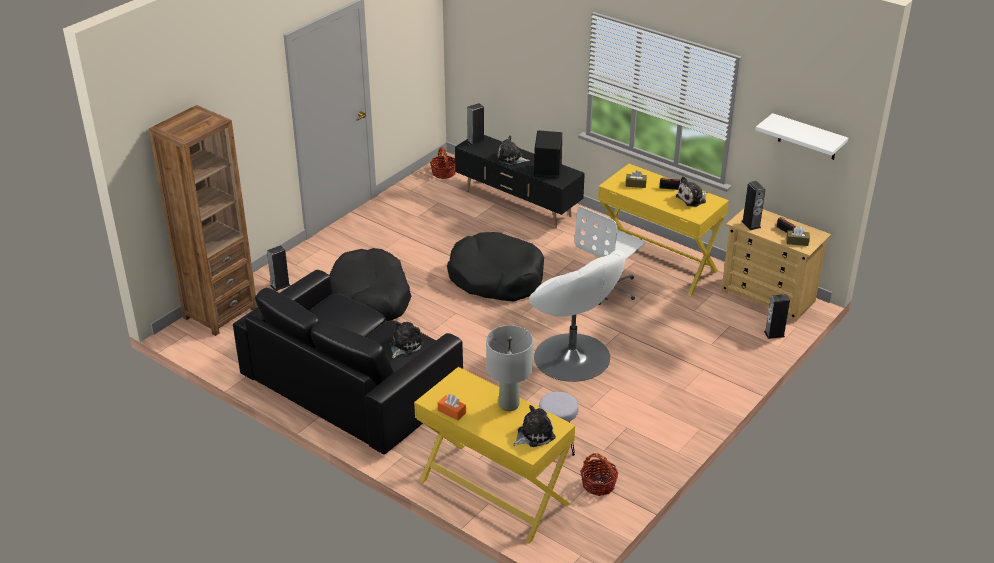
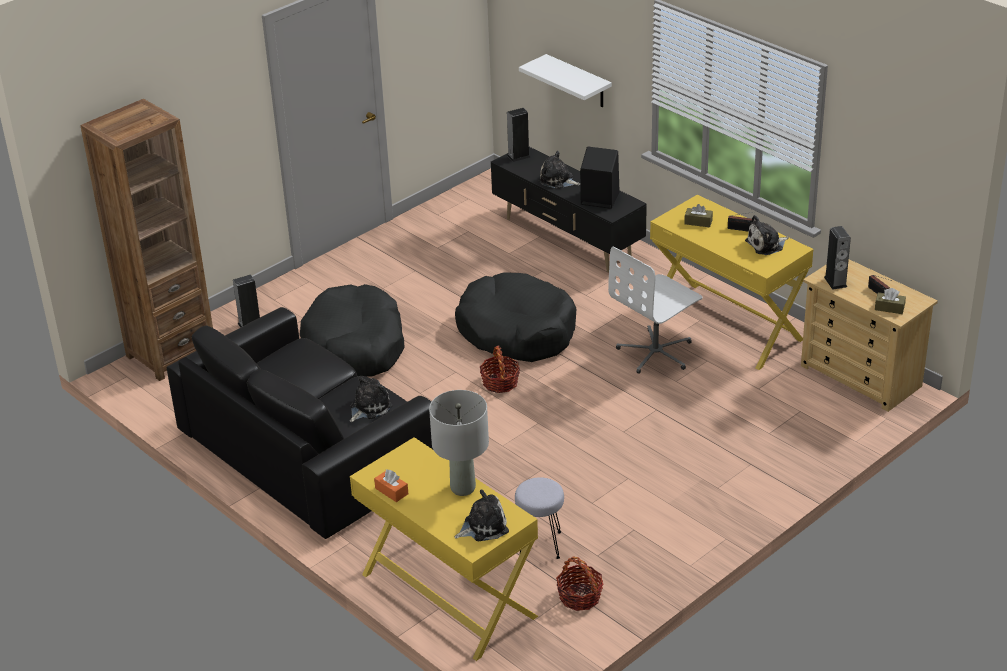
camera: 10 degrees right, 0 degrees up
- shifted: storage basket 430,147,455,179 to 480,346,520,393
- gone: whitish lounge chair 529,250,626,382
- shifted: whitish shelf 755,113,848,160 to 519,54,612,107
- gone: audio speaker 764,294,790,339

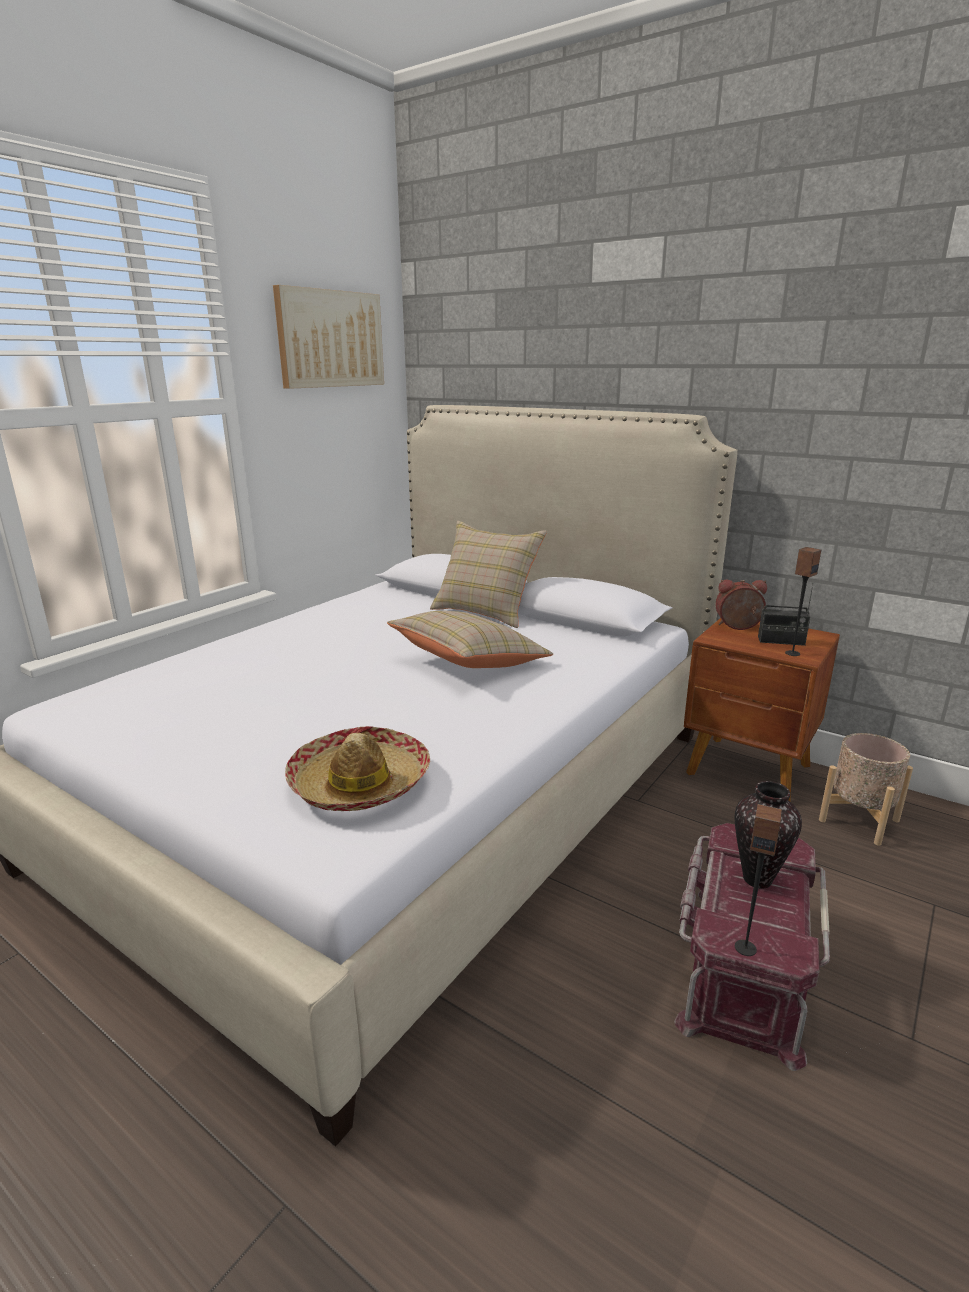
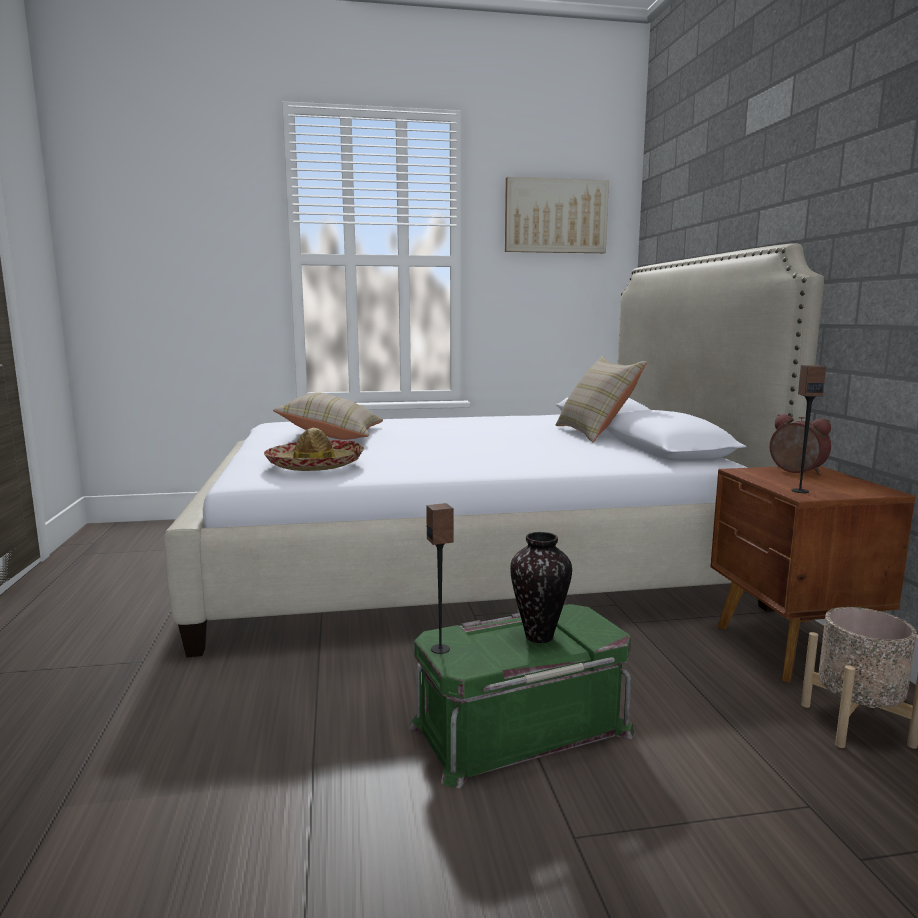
camera: 45 degrees right, 10 degrees down
- shifted: sand-coloured pillow 387,611,553,668 to 273,392,383,440
- repainted: red storage bin 674,823,830,1071 to green storage bin 409,604,635,788
- gone: radio 758,583,813,646

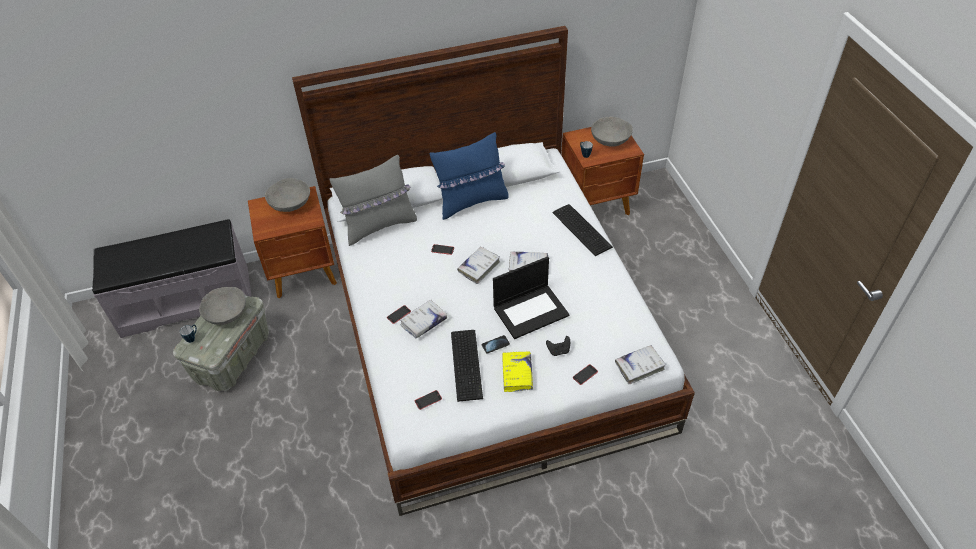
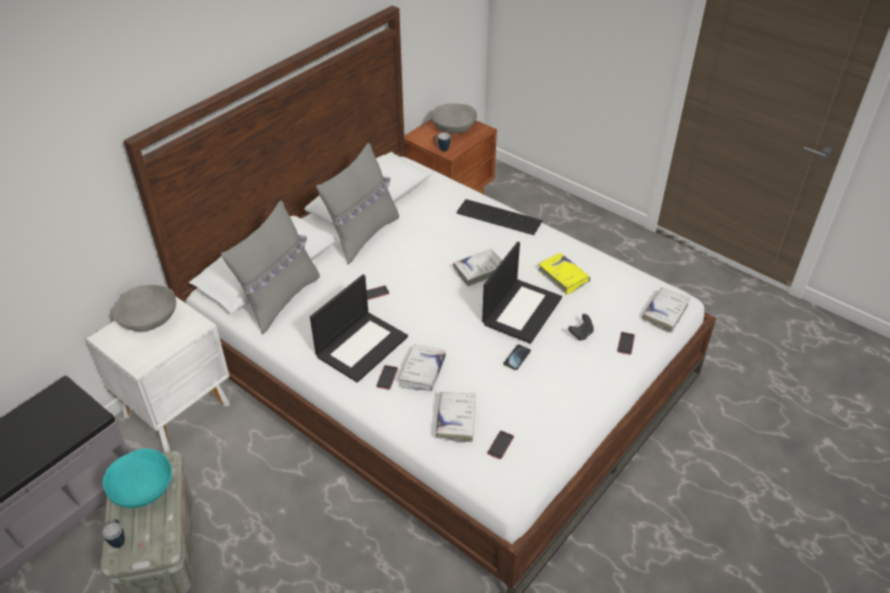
camera: 35 degrees left, 5 degrees down
- repainted: grey deep dish 199,287,246,325 to turquoise-coloured deep dish 103,449,172,508
- repainted: brownish night table 248,186,337,298 to whitish night table 86,297,230,453
- repainted: bluish pillow 430,132,508,220 to grey pillow 316,143,399,265
- gone: PC keyboard 451,330,483,402
- shifted: whitish volume 457,247,500,284 to 436,392,476,442
- shifted: yellowish volume 502,351,533,392 to 538,253,590,294
- new: laptop 310,274,408,383

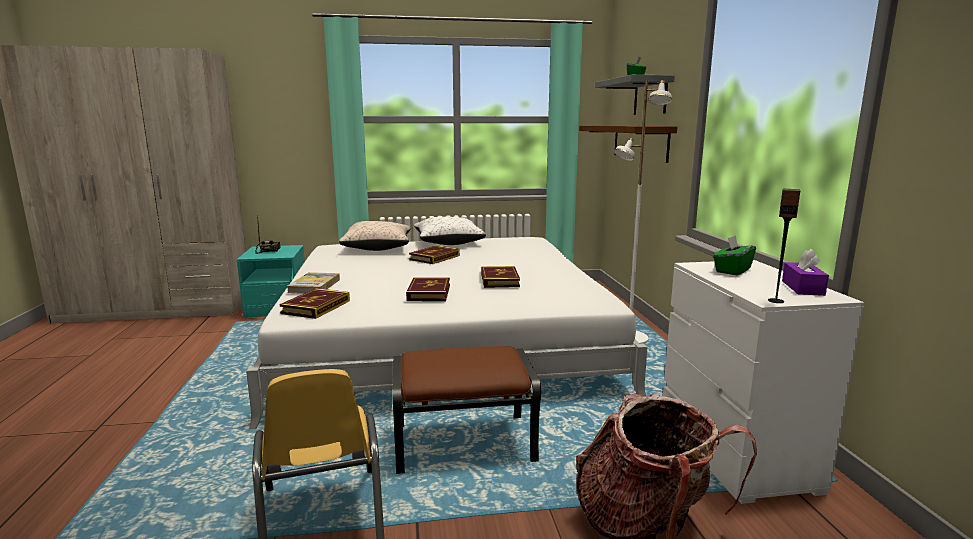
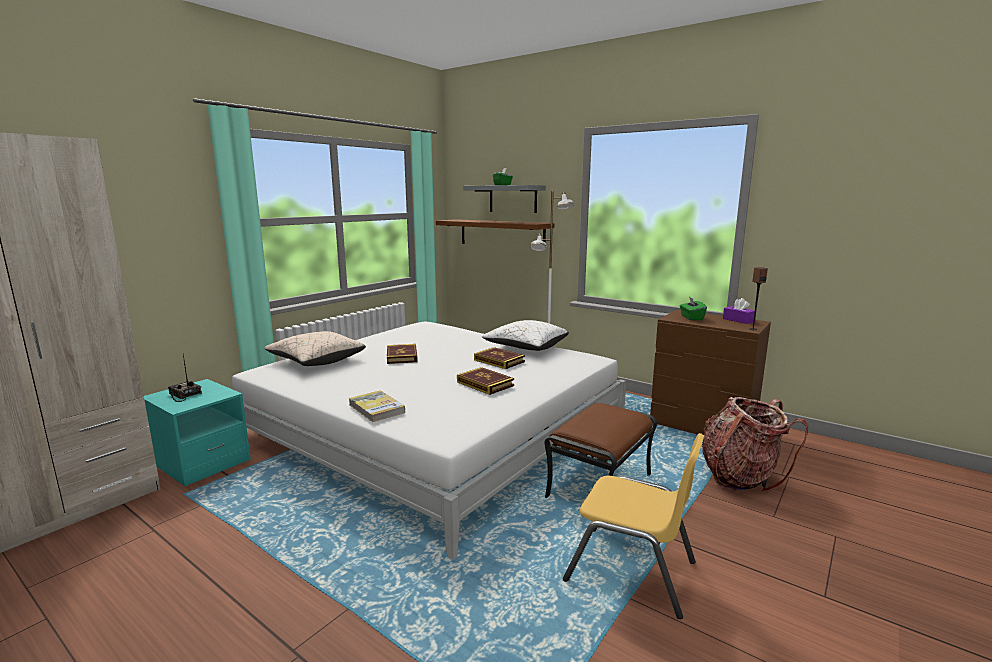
camera: 45 degrees left, 0 degrees up
- gone: volume 280,288,350,319
- shifted: whitish pillow 414,217,486,245 to 482,320,569,351
- repainted: whitish chest of drawers 663,260,864,504 to brownish chest of drawers 650,310,771,435

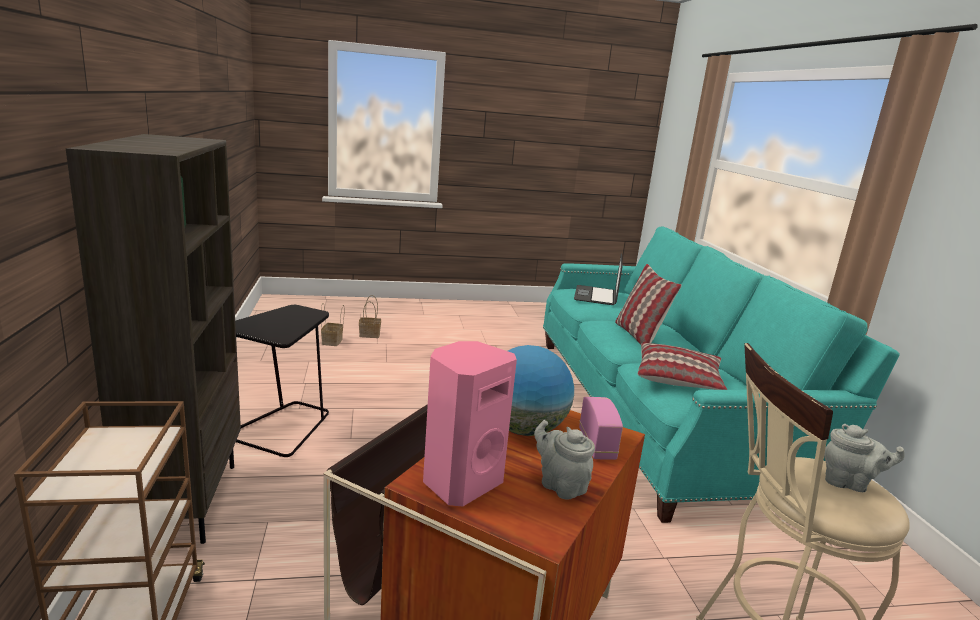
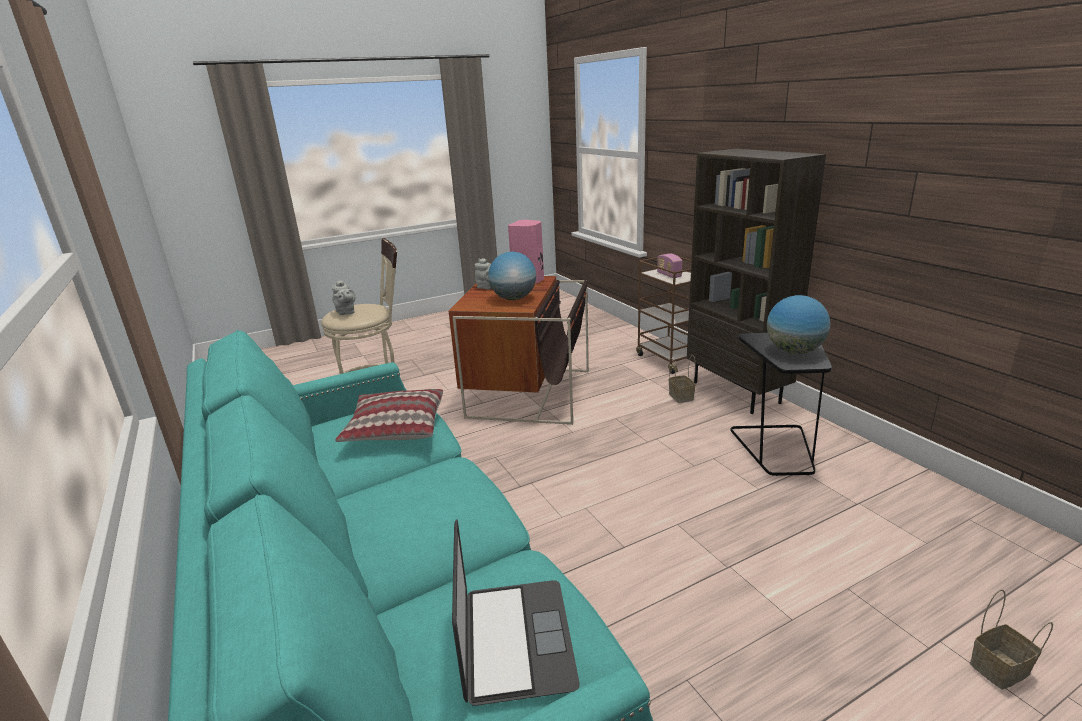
camera: 165 degrees right, 5 degrees up
- shifted: storage basket 321,303,344,346 to 669,355,696,403
- shifted: radio 579,397,623,460 to 657,254,682,278
- gone: pillow 615,264,682,345
- rotated: grey teapot 824,424,905,492 = 332,280,356,315 120 degrees counterclockwise
- new: desk globe 767,295,830,354

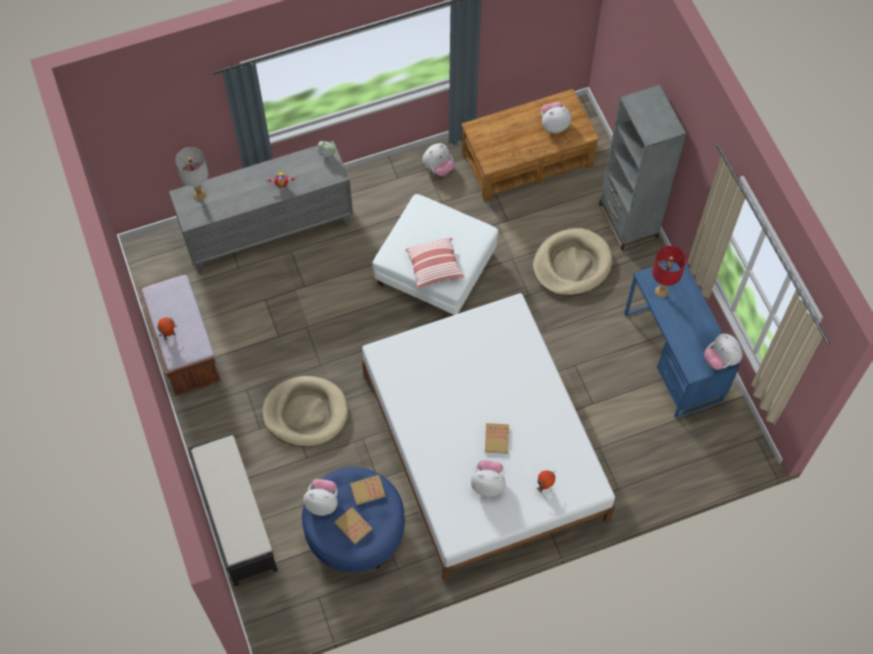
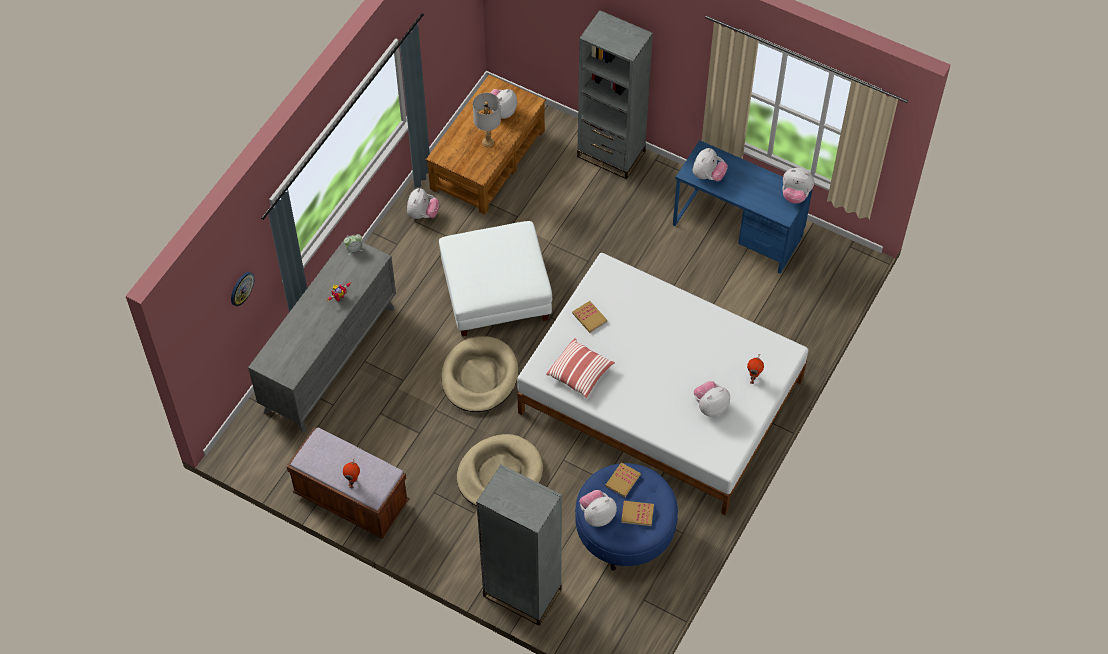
camera: 40 degrees left, 5 degrees down
- shifted: grey table lamp 175,147,208,201 to 473,93,501,147
- swapped: black indoor bench 188,434,278,586 to grey bookshelf 476,464,562,626
- shifted: pillow 405,238,464,288 to 546,338,615,398
- shifted: volume 485,423,509,454 to 572,301,607,333
- shifted: sand-coloured pet bed 533,228,613,296 to 441,336,518,412
- swapped: red table lamp 652,246,686,297 to cuddly toy 693,148,728,181
- new: clock on the wall 231,272,255,306

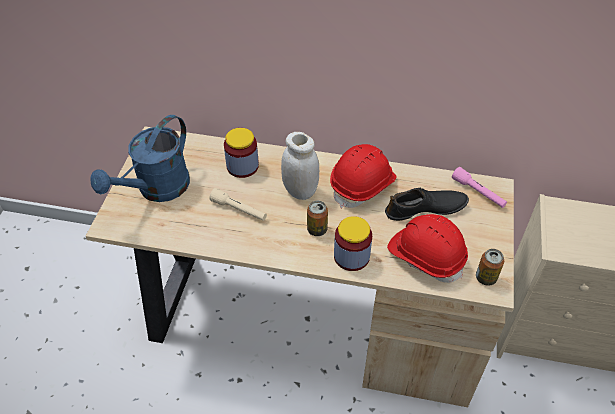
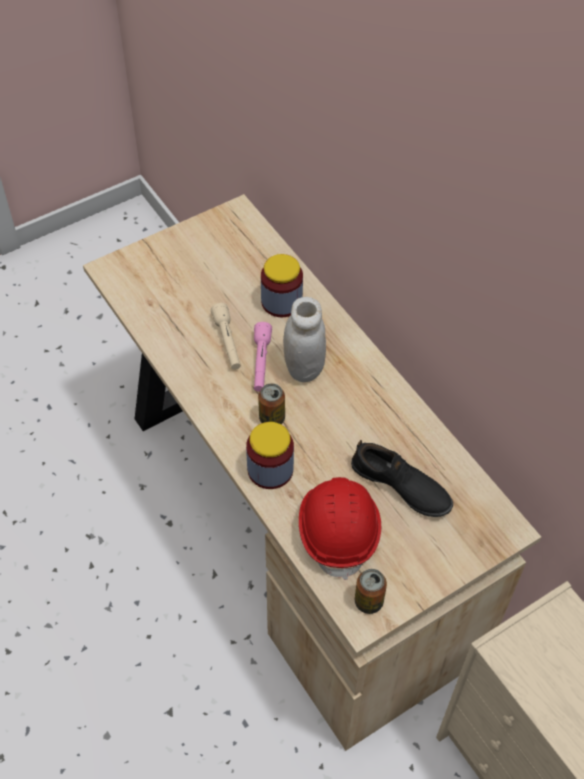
camera: 45 degrees right, 5 degrees up
- gone: bluish watering pot 90,115,190,202
- gone: red work helmet 330,144,396,208
- shifted: pink-coloured flashlight 452,167,507,208 to 254,322,272,392

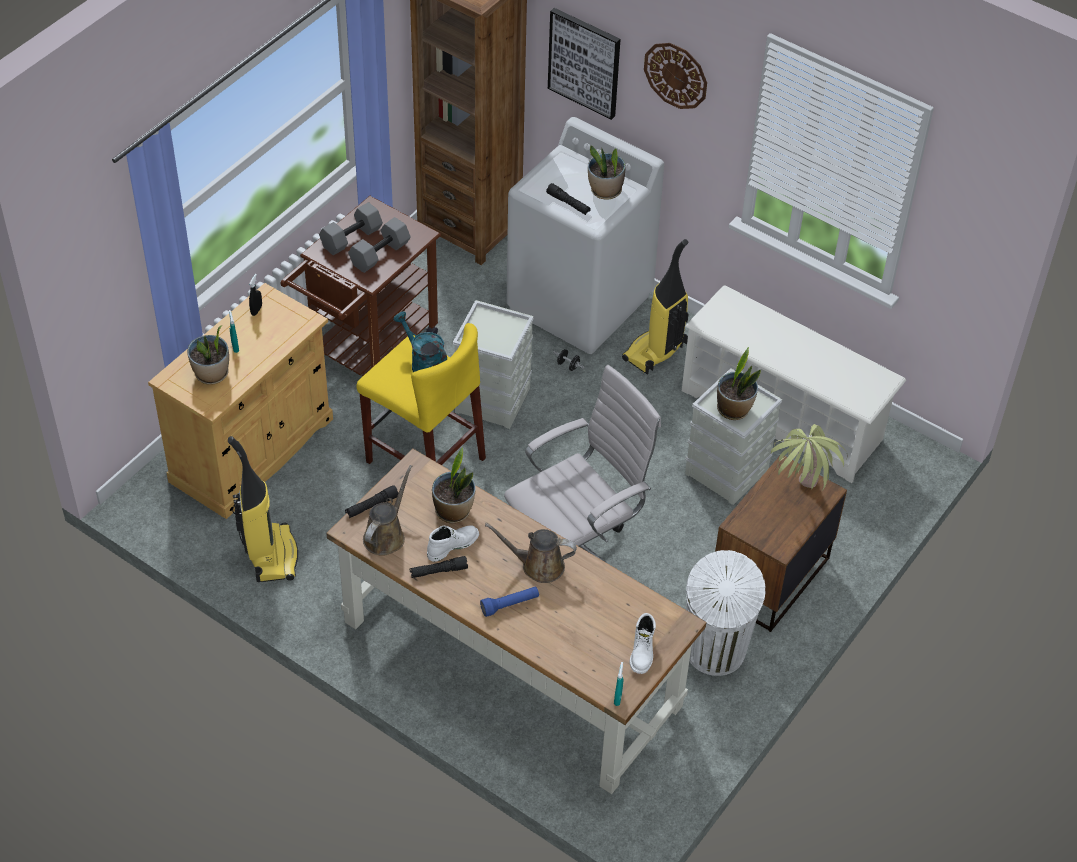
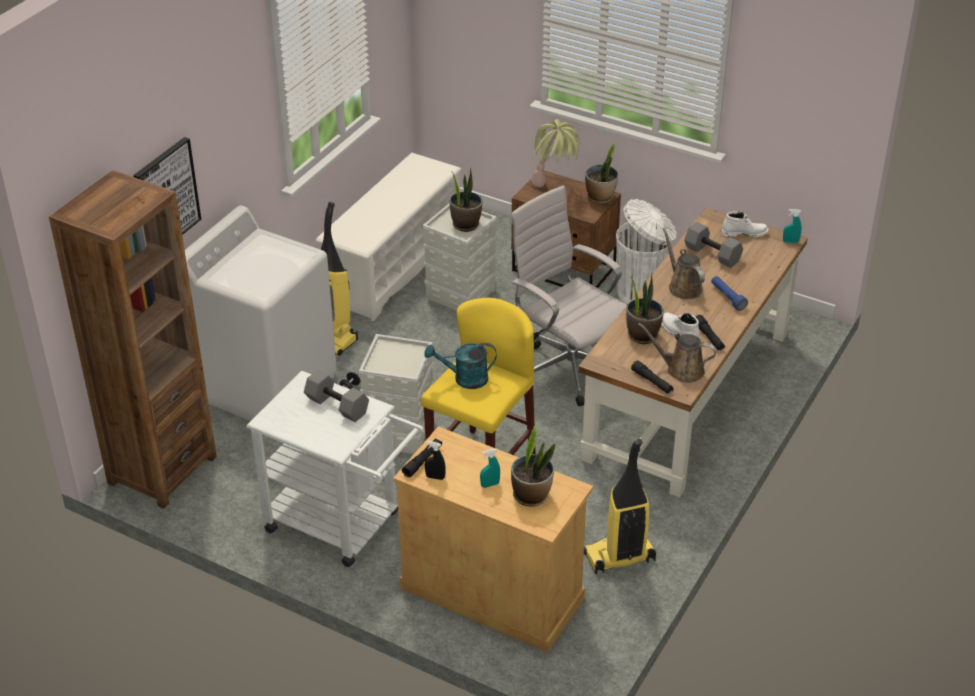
camera: 95 degrees left, 10 degrees down
- repainted: brownish wheeled cart 280,196,441,377 to whitish wheeled cart 246,371,424,567
- shifted: grey dumbbell 319,202,383,255 to 684,222,743,268
- rotated: turquoise-coloured watering pot 394,311,447,372 = 424,343,497,389 45 degrees clockwise
- rotated: brownish watering pot 485,523,577,583 = 662,228,705,299 150 degrees clockwise
- shifted: black flashlight 546,183,591,215 to 402,438,442,477
- shifted: potted plant 588,146,626,200 to 585,142,618,204
- gone: clock on the wall 644,43,707,109

